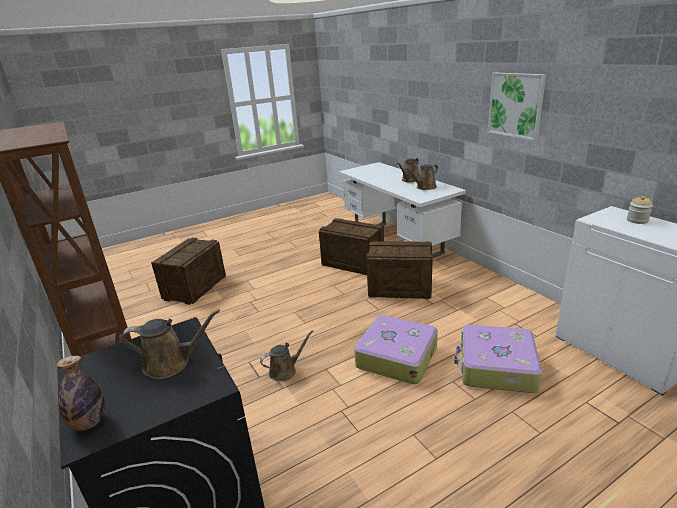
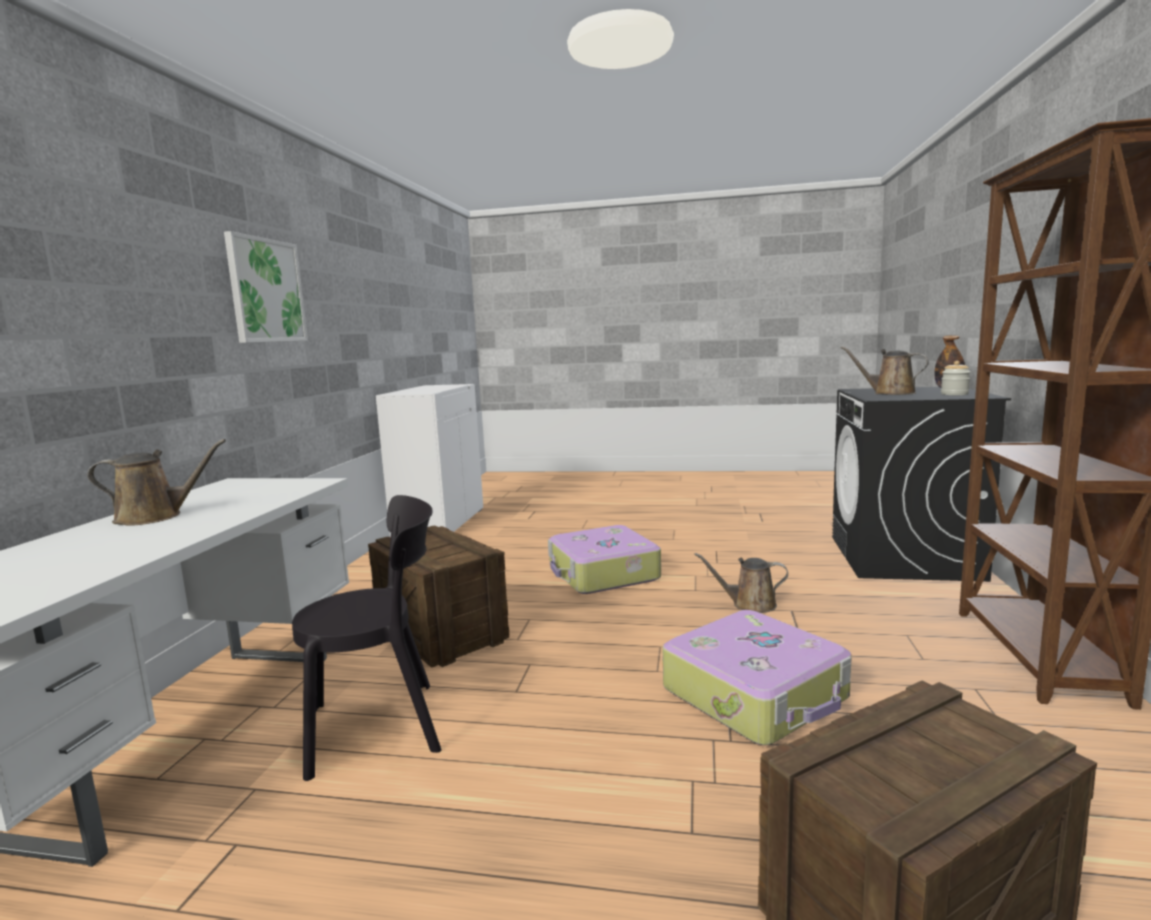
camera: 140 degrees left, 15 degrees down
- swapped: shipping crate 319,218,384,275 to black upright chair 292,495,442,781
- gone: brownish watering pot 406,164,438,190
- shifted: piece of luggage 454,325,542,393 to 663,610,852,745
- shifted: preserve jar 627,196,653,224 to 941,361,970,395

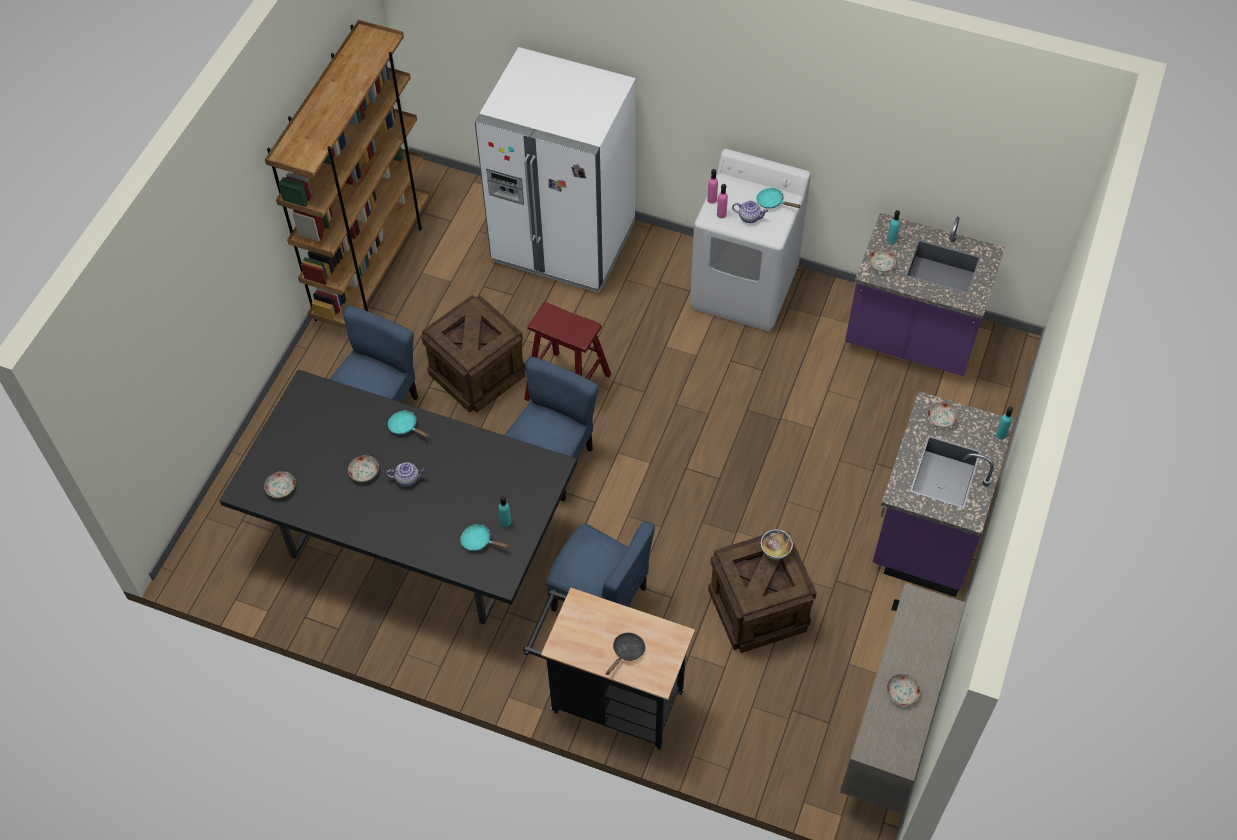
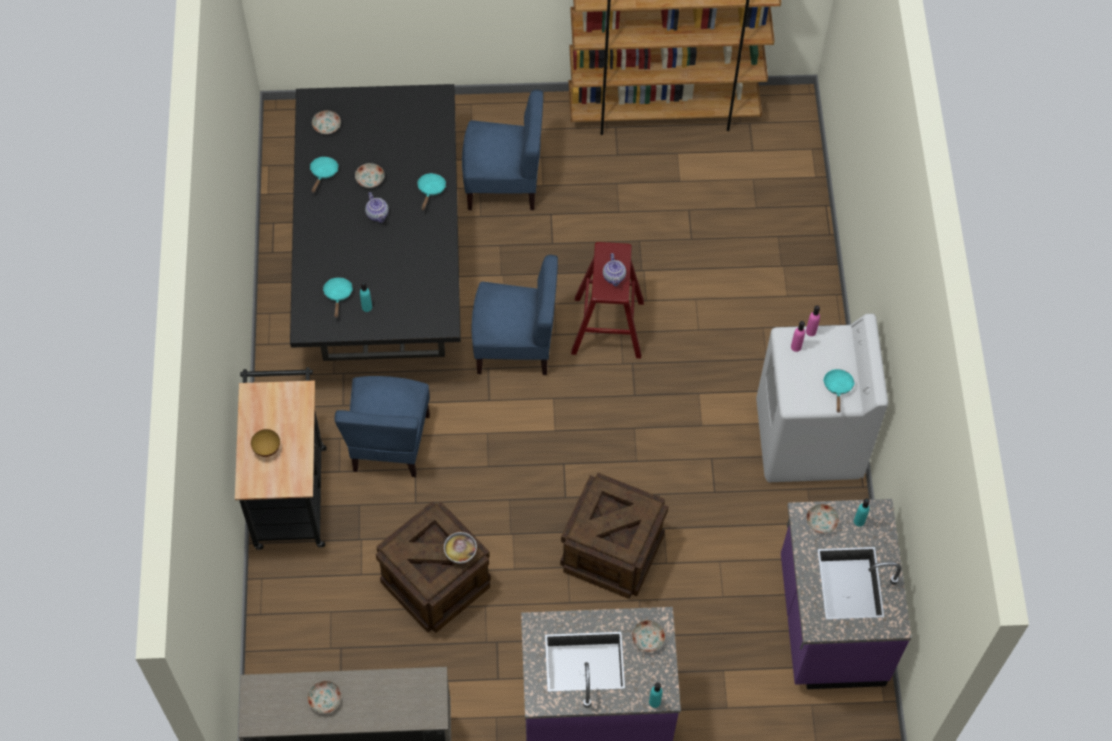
camera: 65 degrees right, 5 degrees up
- shifted: shipping crate 422,295,526,413 to 560,473,668,599
- gone: whitish kitchen fridge 475,47,636,293
- swapped: black pan 606,633,645,675 to deep dish 251,429,280,457
- shifted: teapot 732,201,768,223 to 603,253,626,286
- new: turquoise-coloured pan 310,157,339,193

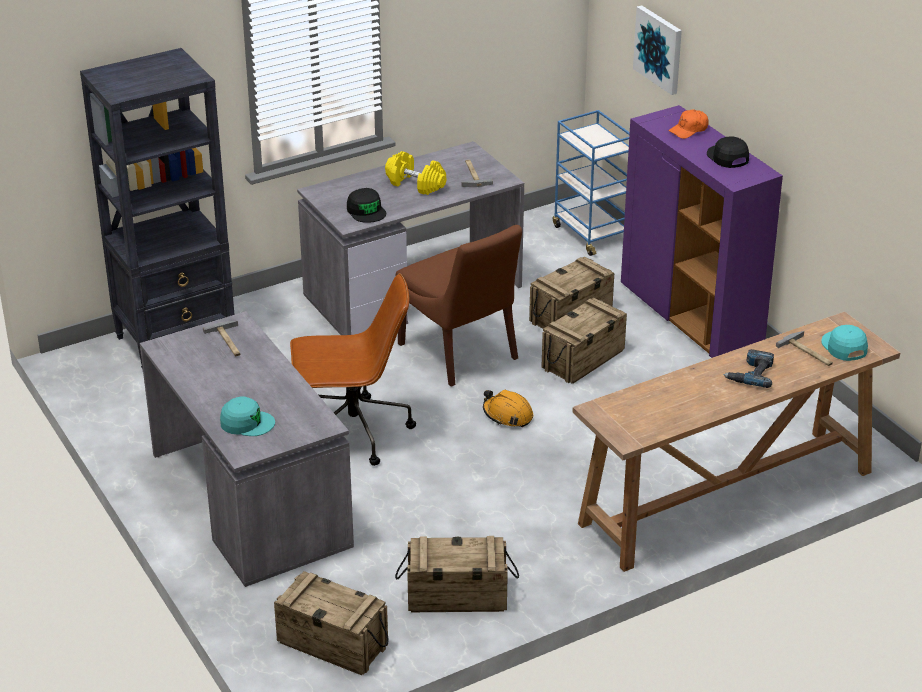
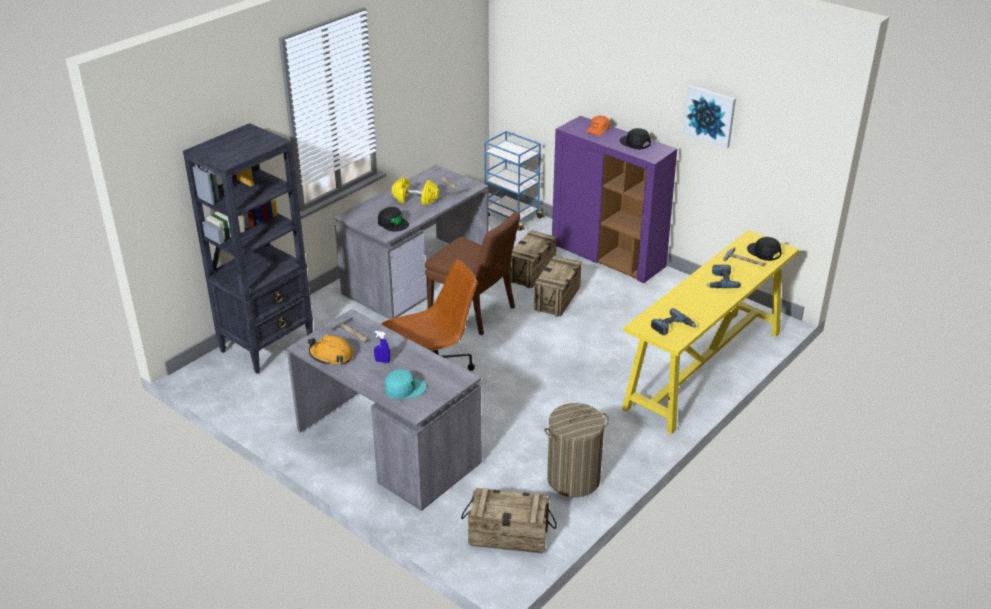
camera: 20 degrees left, 0 degrees up
- swapped: shipping crate 395,536,519,612 to washing basket 544,403,609,497
- shifted: orange-coloured work helmet 483,390,533,427 to 308,335,354,365
- repainted: brownish hall table 573,311,900,572 to yellowish hall table 622,230,799,435
- shifted: wall picture 633,5,682,95 to 683,85,736,148
- repainted: turquoise-coloured cap 821,325,868,361 to black cap 747,237,782,261
- new: bluish hand sprayer 374,331,390,363
- new: drill 651,308,697,335

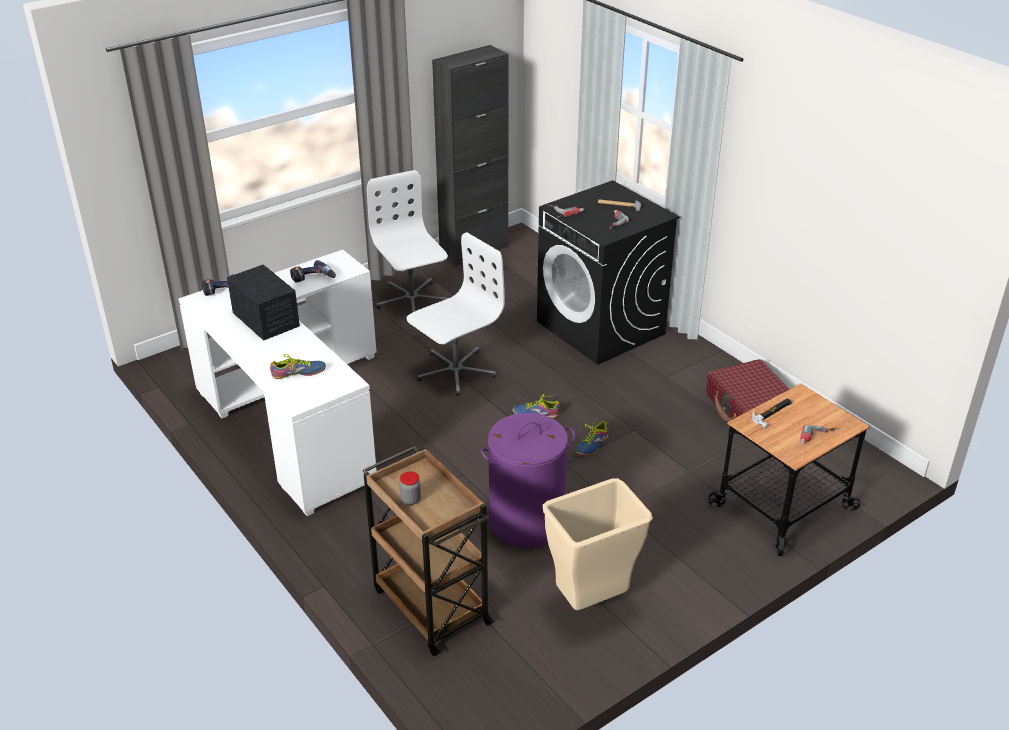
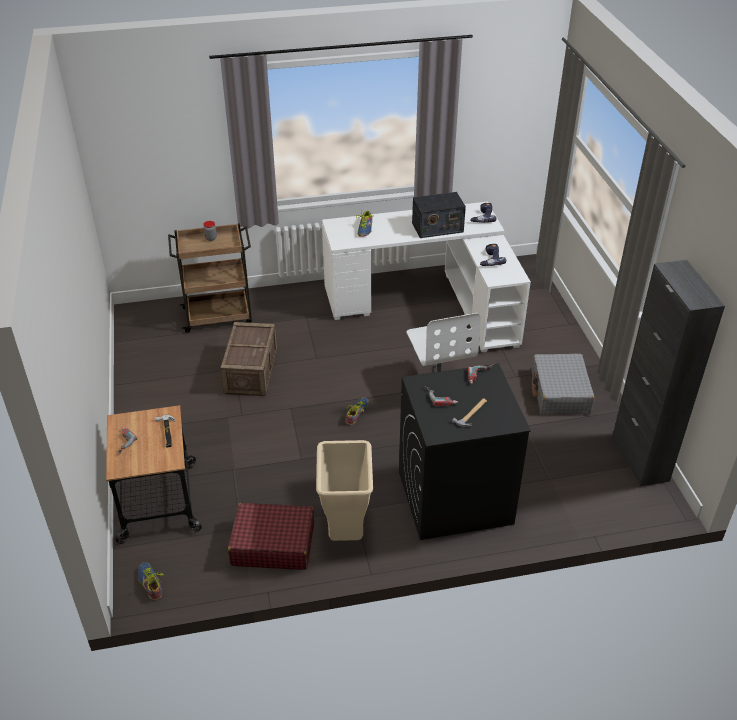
camera: 115 degrees right, 5 degrees up
- swapped: whitish desk chair 367,170,448,312 to grey piece of luggage 532,354,595,415
- swapped: purplish washing basket 481,413,575,548 to shipping crate 220,322,277,396
- shifted: sand-coloured trash can 543,478,653,610 to 316,440,373,541
- shifted: shoe 576,419,608,456 to 138,562,164,600

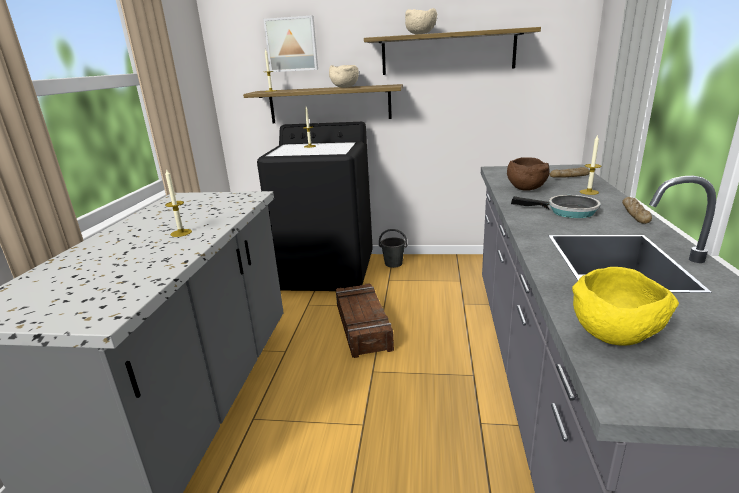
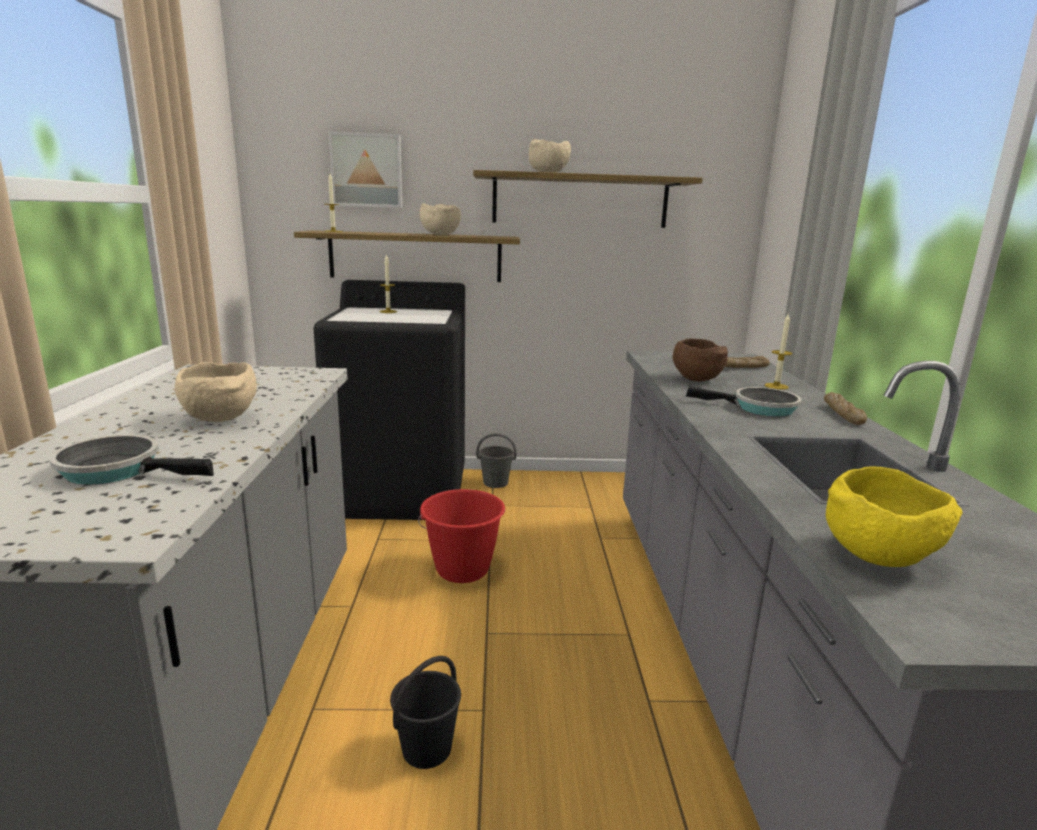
camera: 10 degrees left, 5 degrees down
- swapped: wax light 165,168,192,237 to sand-coloured deep dish 175,362,257,422
- swapped: shipping crate 336,283,394,358 to red bucket 418,489,505,583
- new: pan 49,435,214,485
- new: black bucket 390,656,461,769

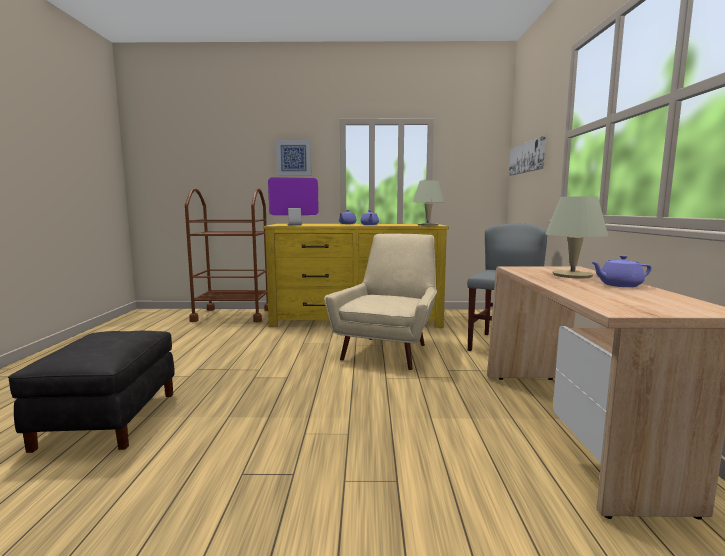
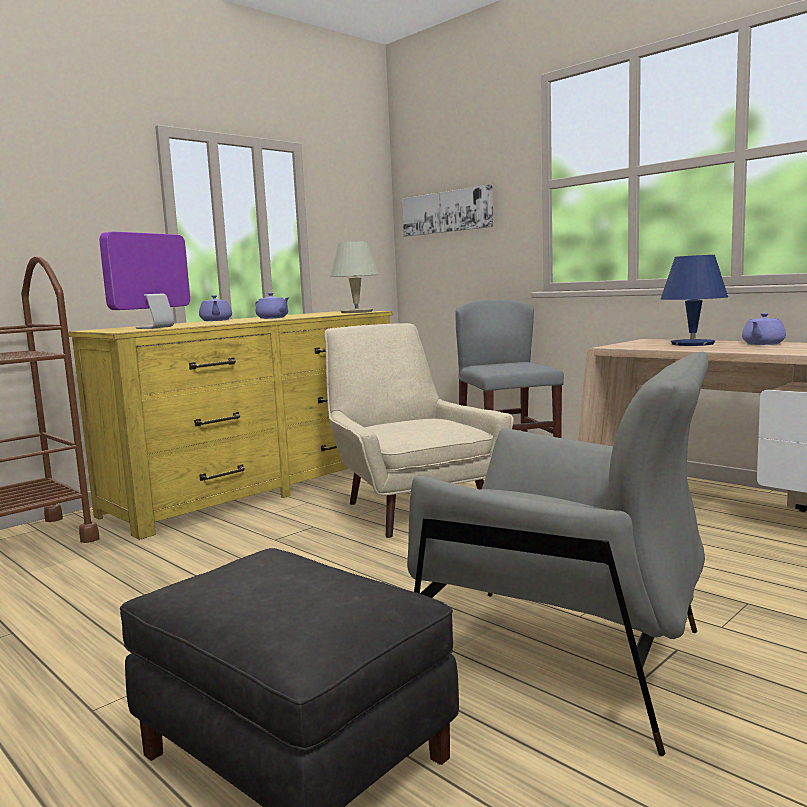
camera: 45 degrees left, 0 degrees up
- gone: wall picture 276,140,311,176
- repainted: sand-coloured table lamp 545,196,608,278 to bluish table lamp 661,255,728,346
- new: grey lounge chair 407,352,708,756

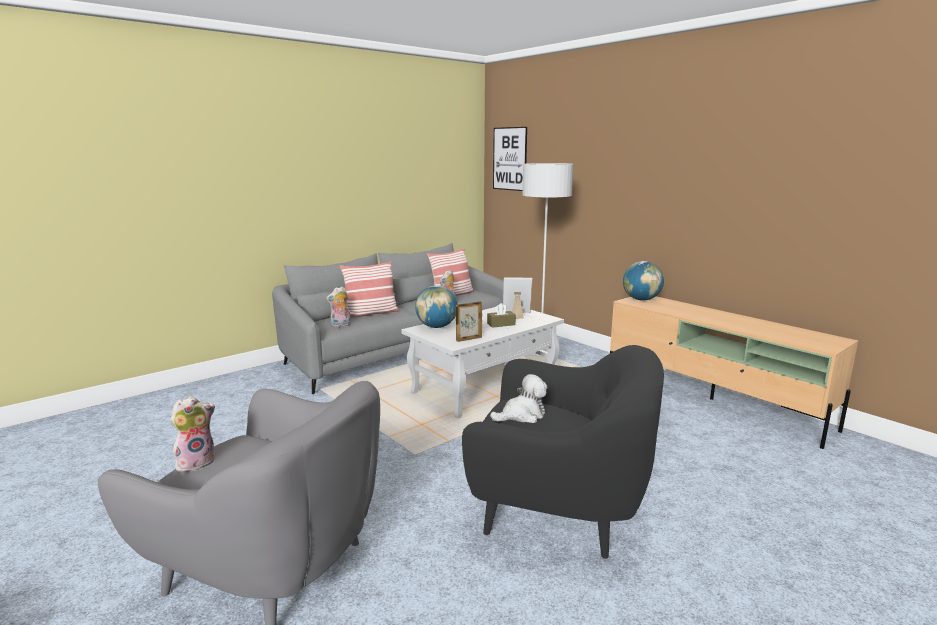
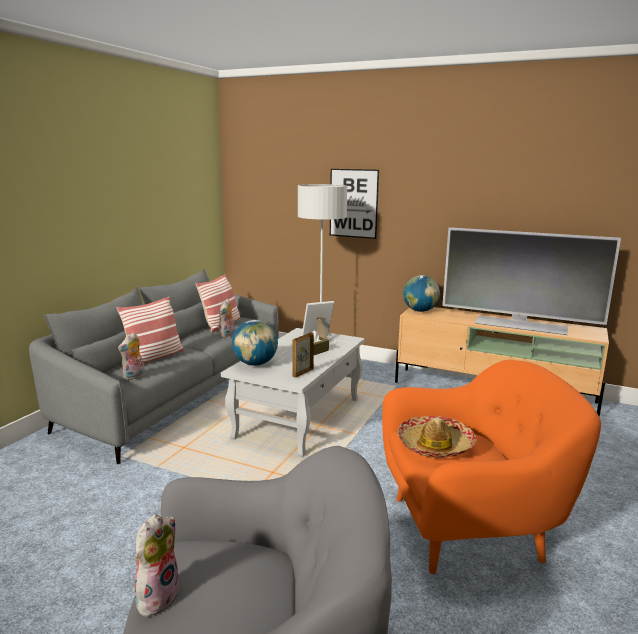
camera: 25 degrees left, 0 degrees up
- repainted: black lounge chair 462,345,664,559 to orange-coloured lounge chair 382,360,601,574
- swapped: cuddly toy 490,374,548,423 to clothing hat 398,416,477,458
- shifted: wall picture 493,127,527,191 to 330,169,379,239
- new: television 442,227,621,335

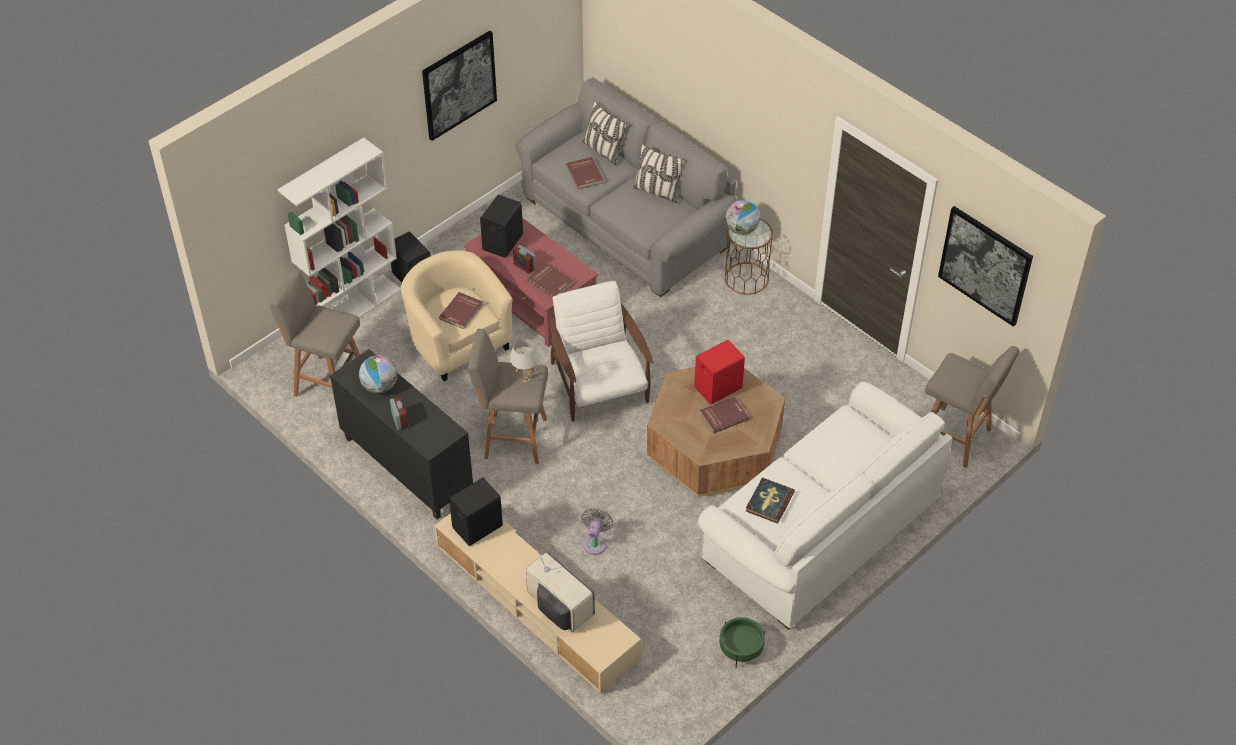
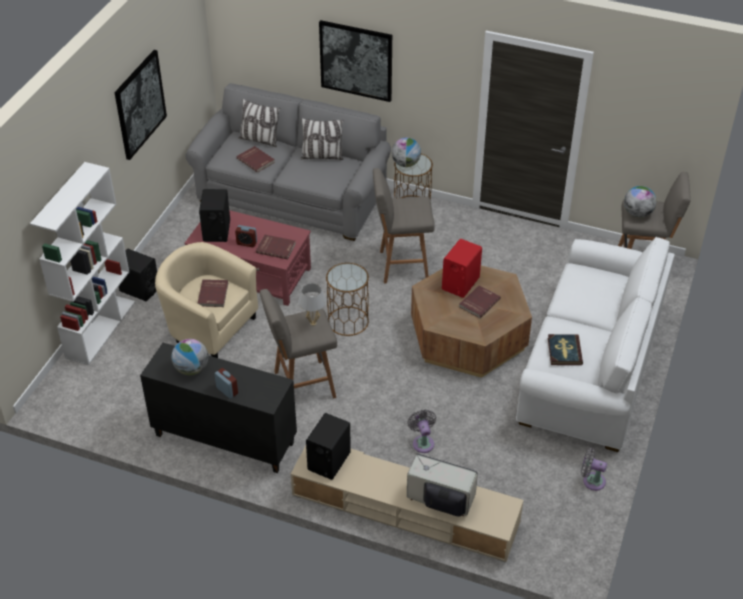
camera: 25 degrees left, 5 degrees down
- shifted: grey stool seat 269,269,360,397 to 373,168,435,284
- swapped: whitish lounge chair 550,281,654,422 to brownish end table 326,263,369,336
- swapped: green flower pot 720,617,765,667 to grey cooling fan 581,448,607,491
- shifted: wall picture 938,206,1033,327 to 319,20,392,102
- new: desk globe 624,186,656,218

